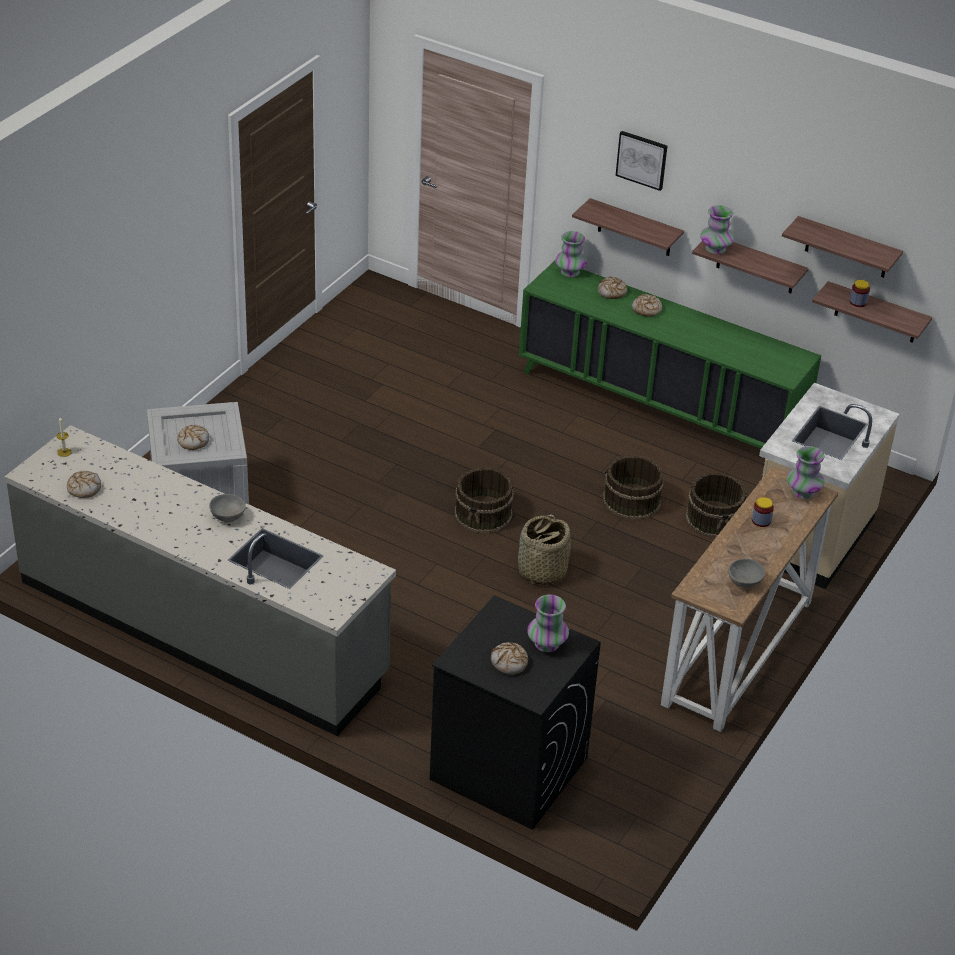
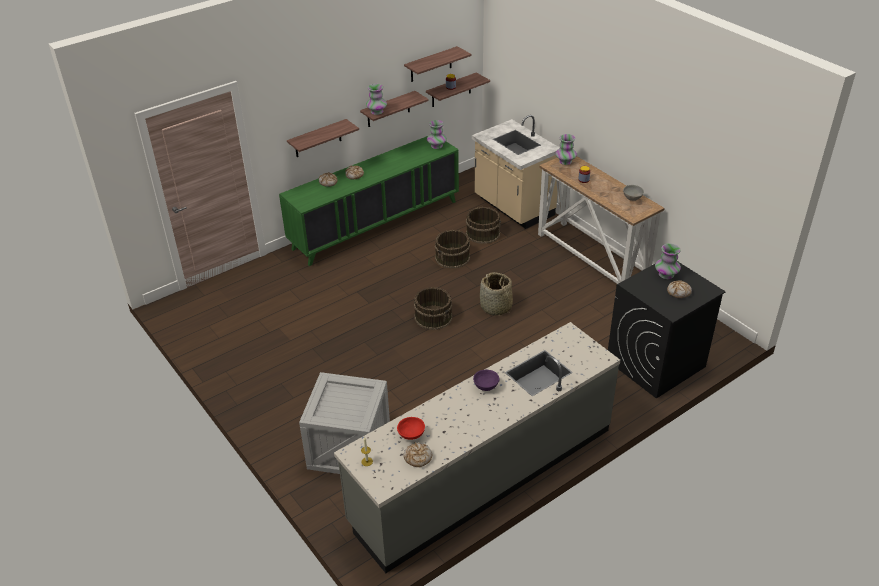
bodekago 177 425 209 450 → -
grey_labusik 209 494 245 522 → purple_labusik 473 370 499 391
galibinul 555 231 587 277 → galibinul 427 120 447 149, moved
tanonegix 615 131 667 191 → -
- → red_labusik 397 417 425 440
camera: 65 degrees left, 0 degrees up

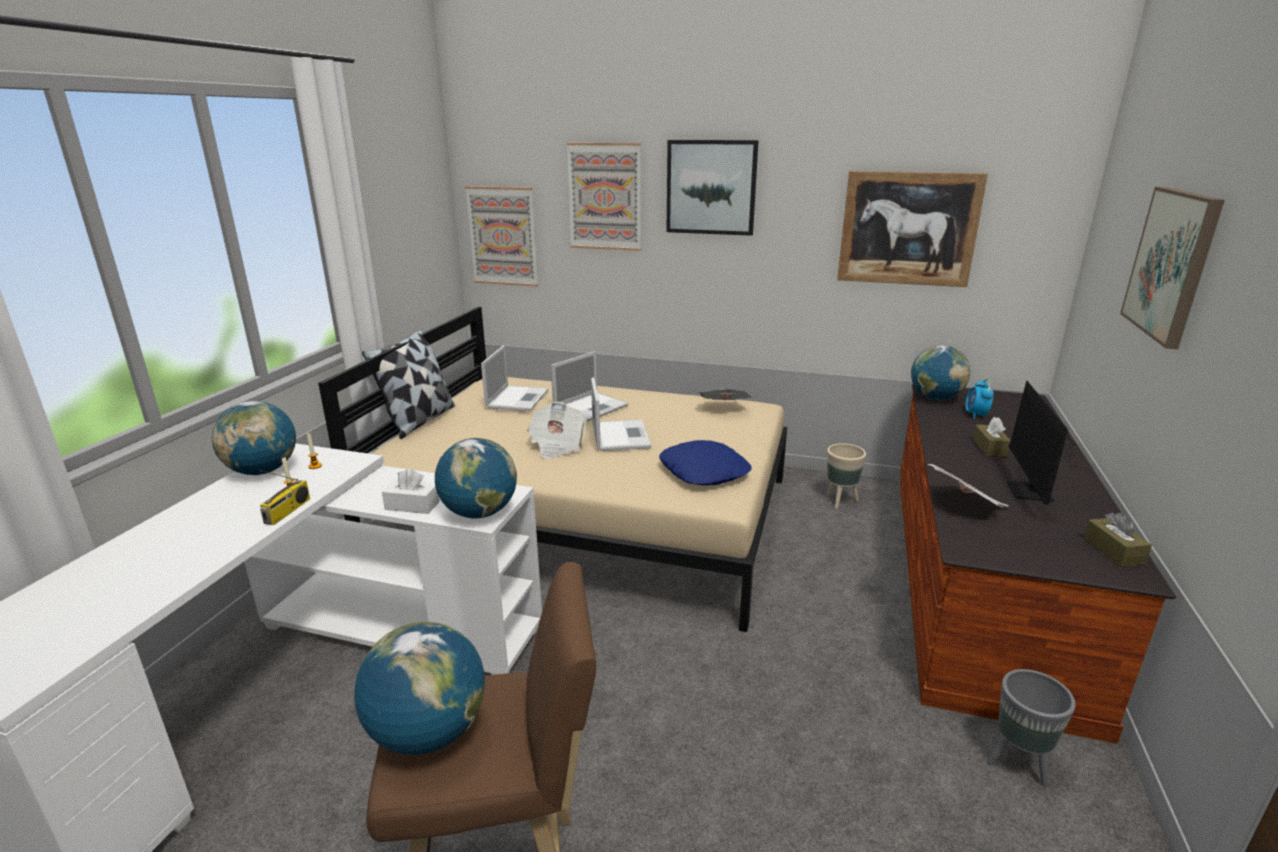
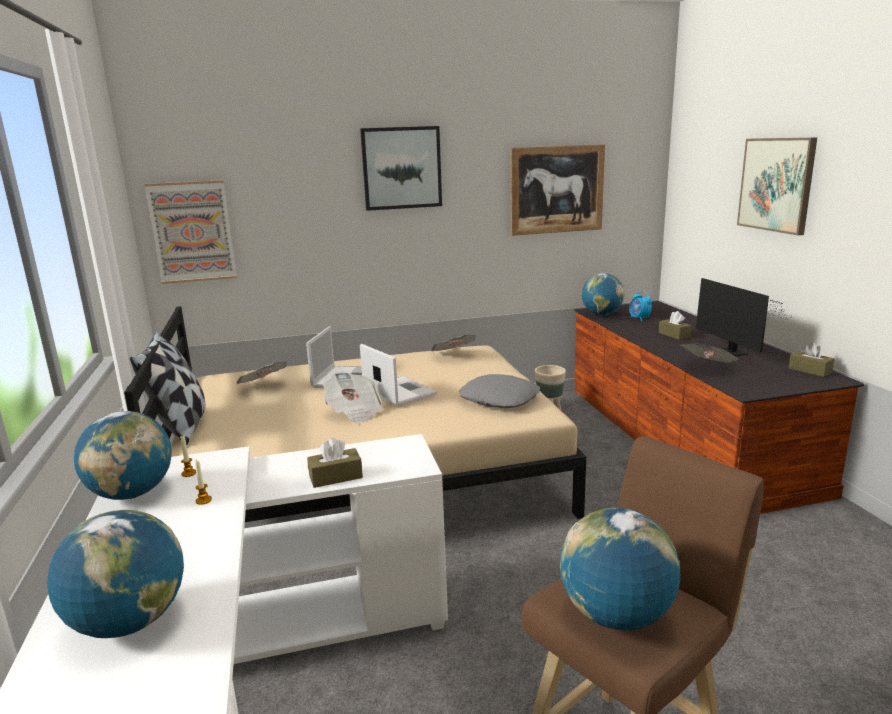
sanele 260 470 310 525 → -
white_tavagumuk 382 469 440 514 → brown_tavagumuk 307 438 363 488
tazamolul 435 438 517 518 → tazamolul 47 510 184 638, moved
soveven 481 345 549 411 → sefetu 237 361 287 384
tanonegix 566 143 641 251 → -
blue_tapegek 659 440 752 486 → grey_tapegek 459 374 540 408
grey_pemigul 987 669 1076 787 → -
camera: 30 degrees left, 5 degrees down

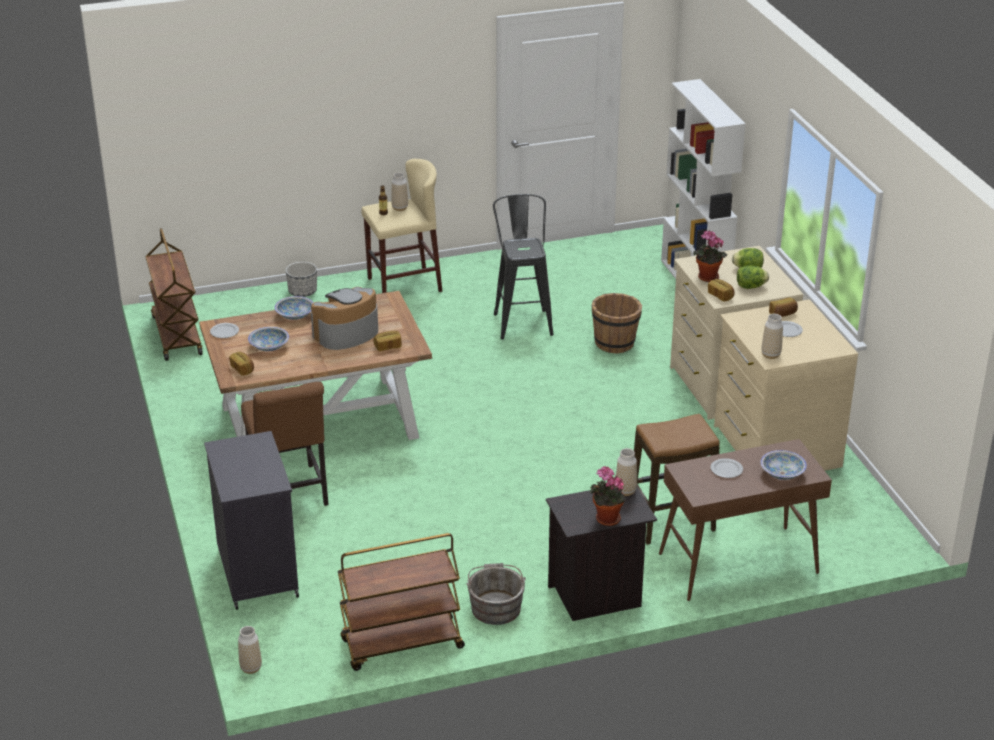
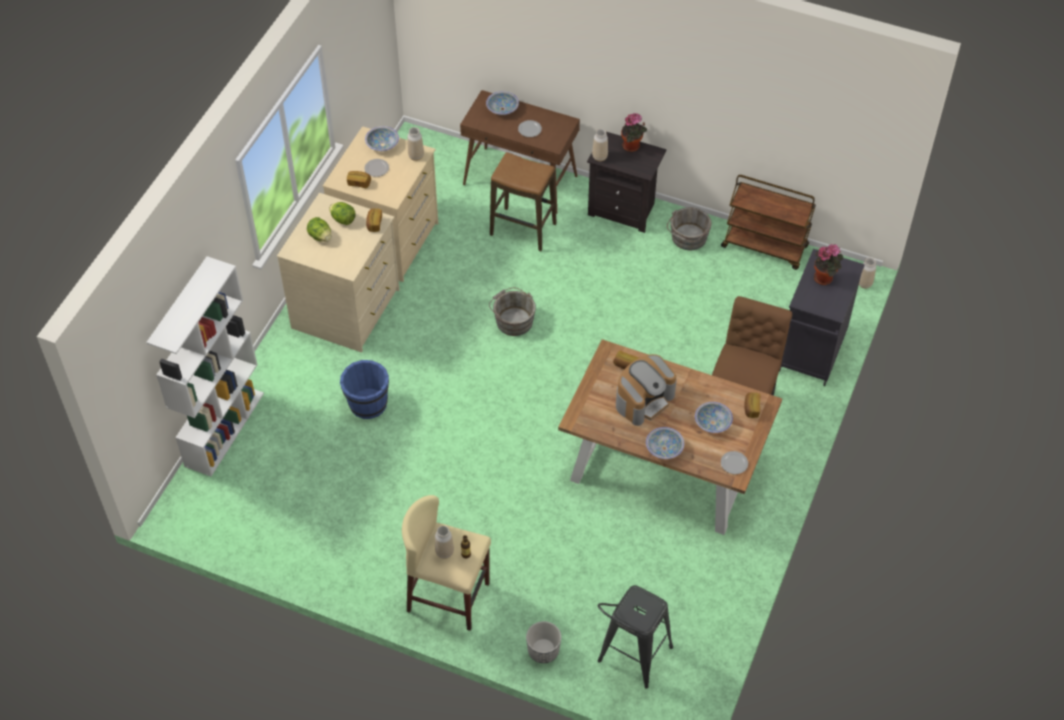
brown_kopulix 145 228 203 361 → -
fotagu 311 287 378 350 → fotagu 616 354 677 426, 45 degrees counterclockwise
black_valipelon 493 194 554 339 → black_valipelon 598 585 673 689, moved
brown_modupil 592 293 642 354 → blue_modupil 340 360 389 419
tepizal 693 230 728 282 → tepizal 814 244 844 285, moved
- → labusik 365 126 399 151
- → grey_modupil 489 288 536 336
camera: 140 degrees left, 20 degrees up

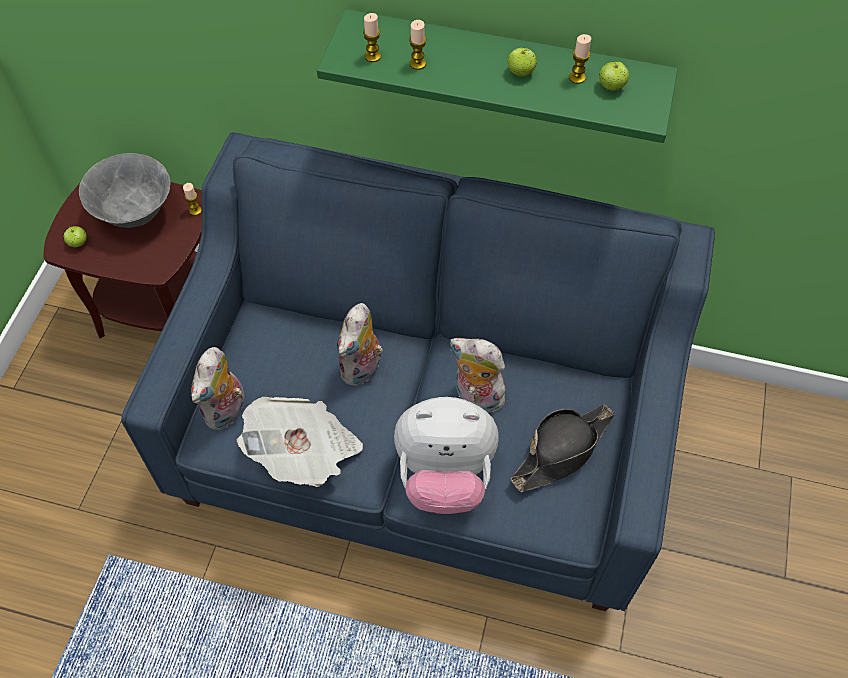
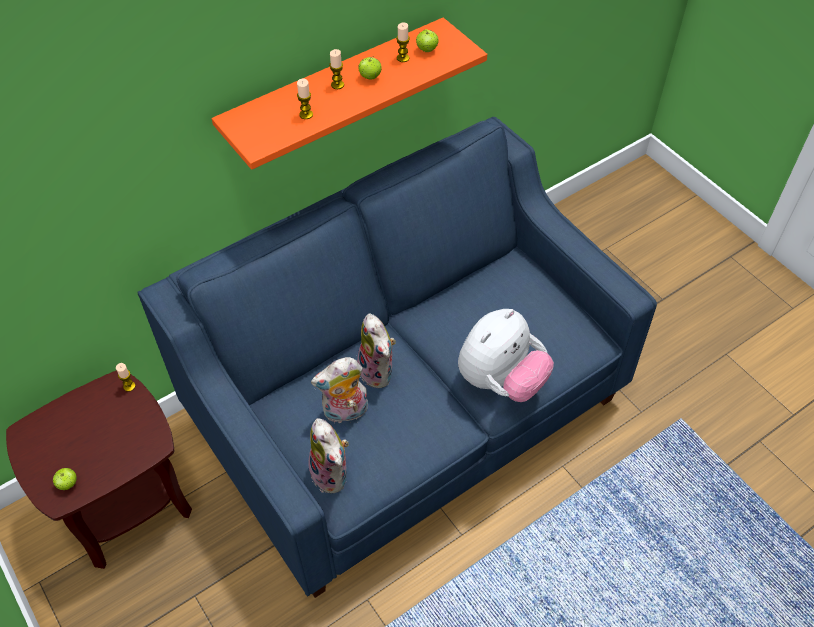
grey_labusik 79 153 170 228 → -
sefetu 237 397 363 487 → -
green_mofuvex 317 9 678 143 → orange_mofuvex 212 18 487 170
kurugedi 363 13 381 62 → kurugedi 329 49 344 89, moved
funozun 450 338 508 413 → funozun 311 357 368 423, moved
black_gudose 511 404 615 492 → -
camera: 50 degrees left, 5 degrees down

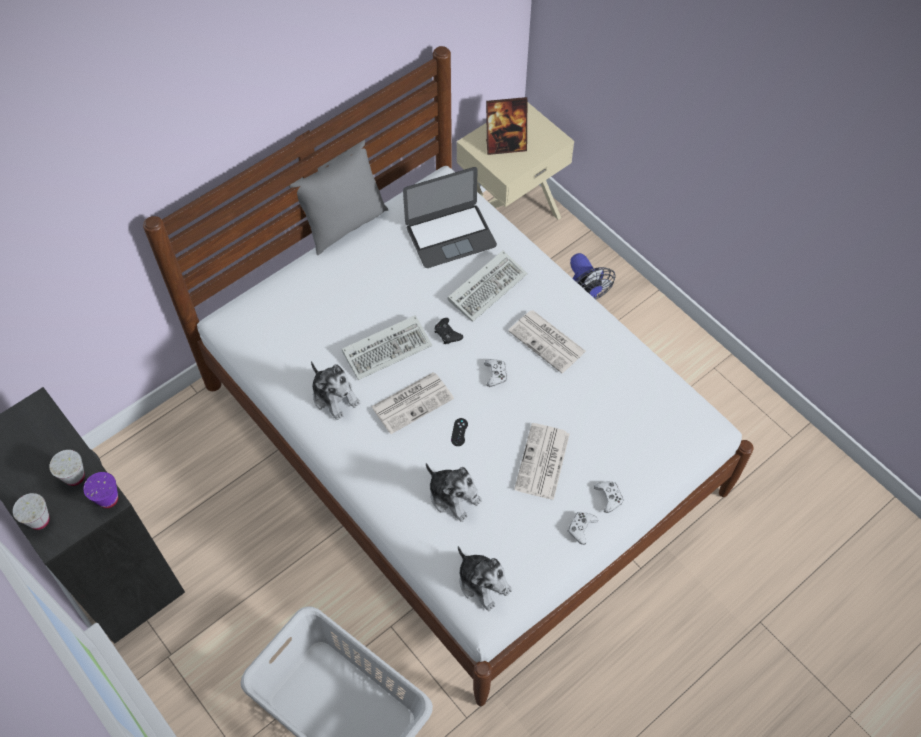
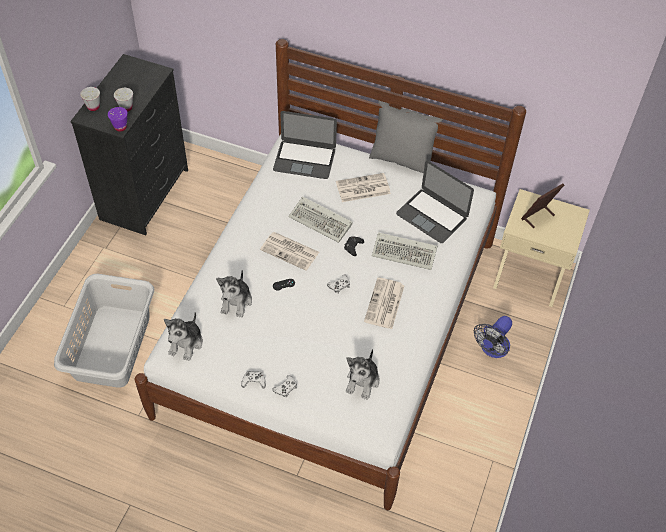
funozun 311 361 360 420 → funozun 346 349 380 400, moved
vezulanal 486 97 527 155 → vezulanal 521 184 564 228, 90 degrees clockwise
sefetu 514 423 570 500 → sefetu 336 173 391 202, moved
- → soveven 273 111 337 179
camera: 60 degrees right, 5 degrees down

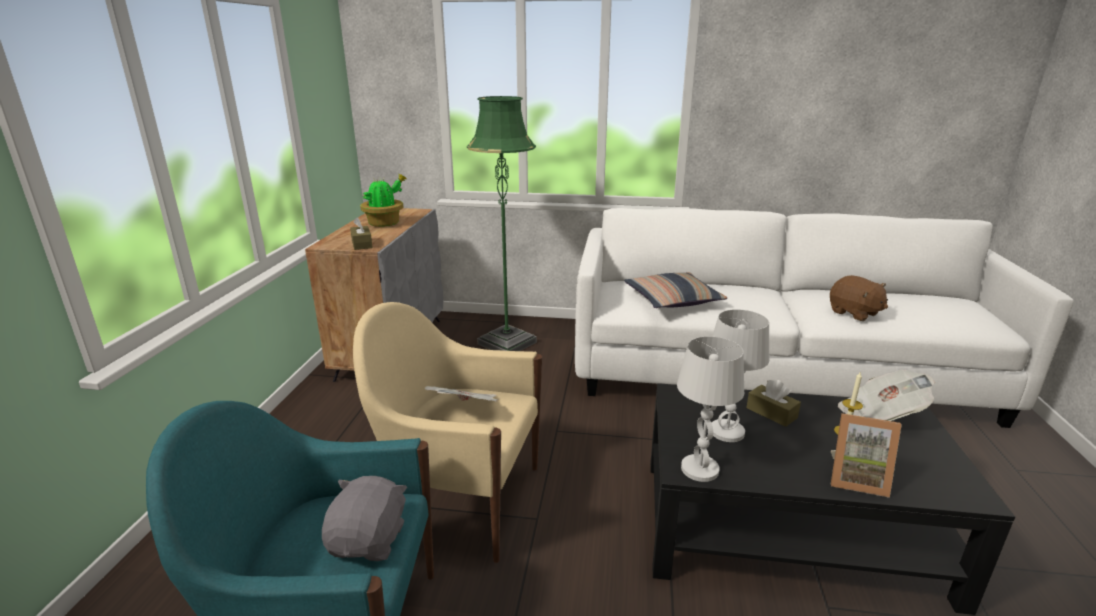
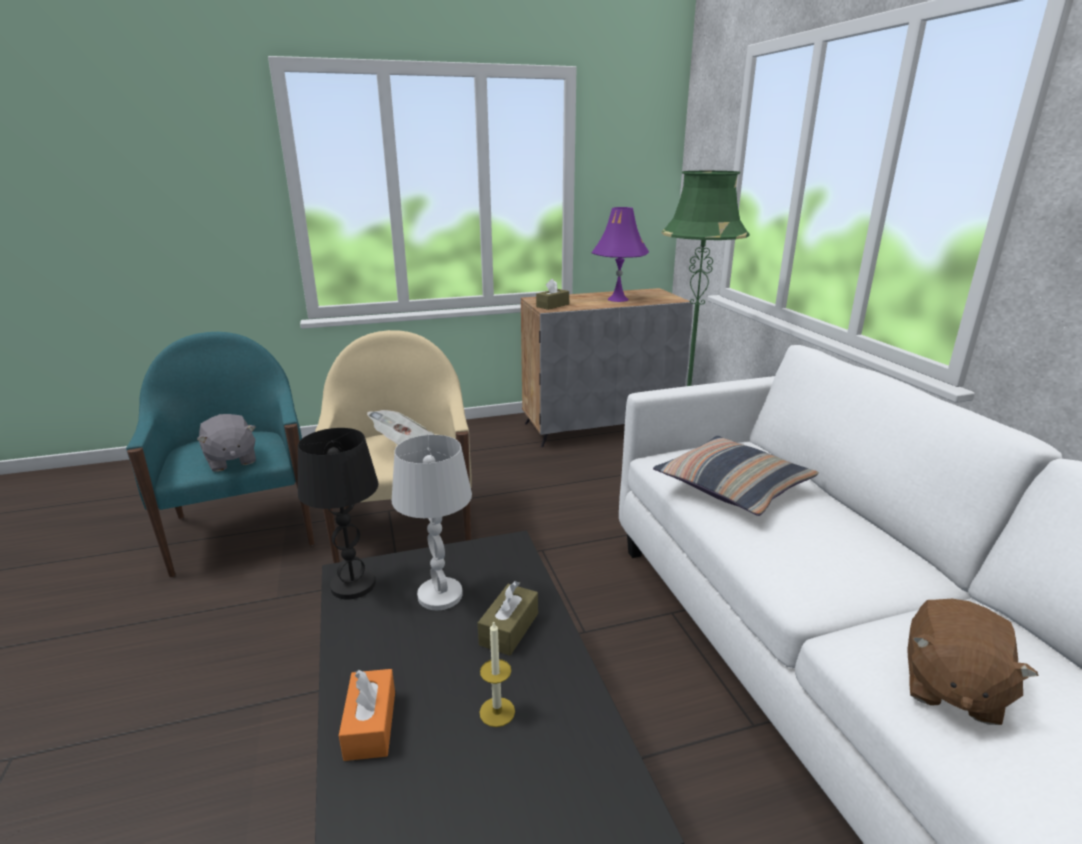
grey_funozun 322 476 407 561 → grey_funozun 197 414 256 472, 75 degrees clockwise
tepizal 360 174 407 227 → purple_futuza 591 207 649 302
white_futuza 677 336 744 482 → black_futuza 298 428 378 599
vezulanal 831 413 902 498 → orange_tavagumuk 339 669 395 761
sefetu 838 370 935 421 → -
camera: 65 degrees right, 0 degrees up

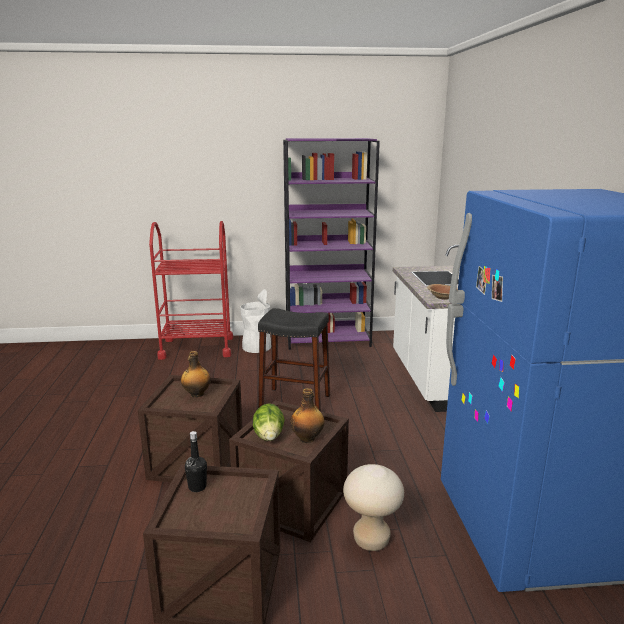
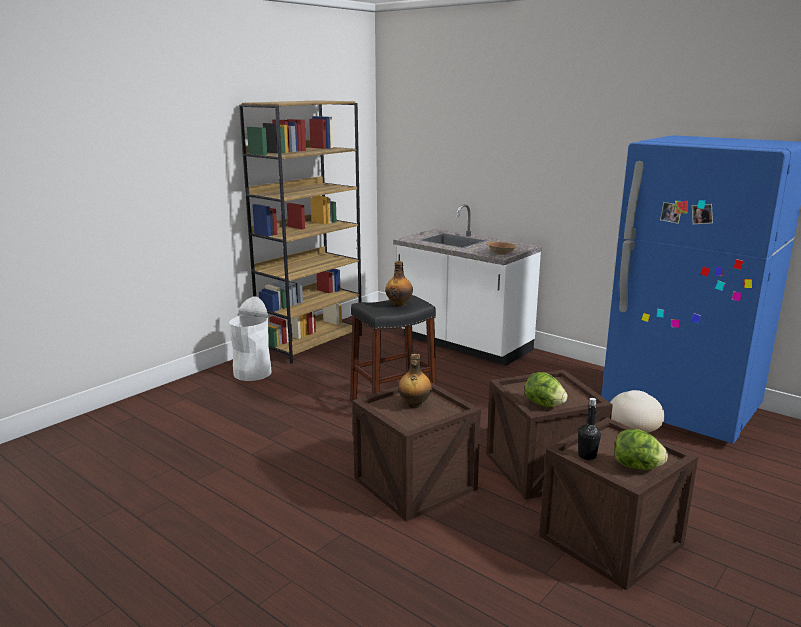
red_kopulix 149 221 233 360 → -
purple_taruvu 283 138 380 350 → brown_taruvu 239 100 362 364
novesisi 290 388 325 443 → novesisi 385 261 413 307, moved
- → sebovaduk 614 429 668 470
camera: 45 degrees left, 0 degrees up

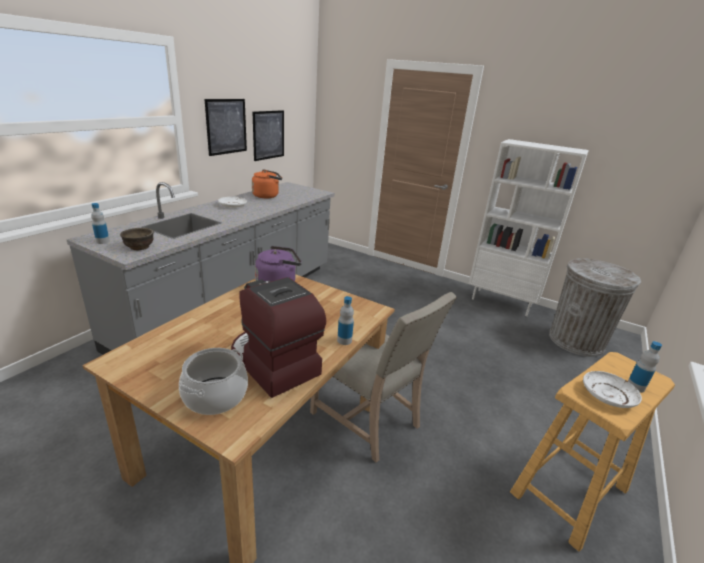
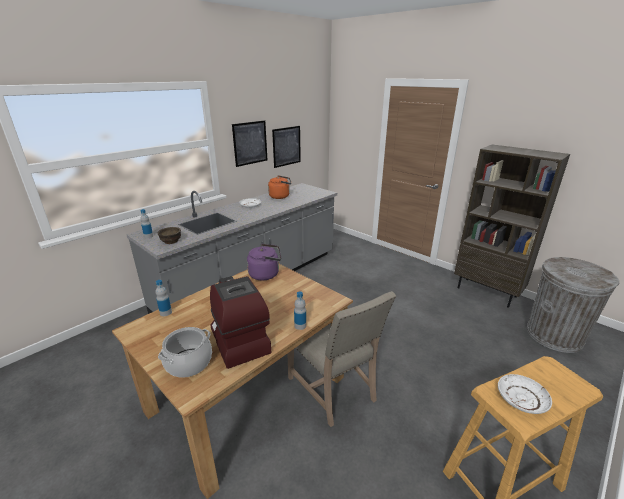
white_taruvu 469 139 589 316 → brown_taruvu 454 145 570 308
novesisi 628 341 662 393 → novesisi 156 280 172 316, moved
camera: 15 degrees right, 0 degrees up

